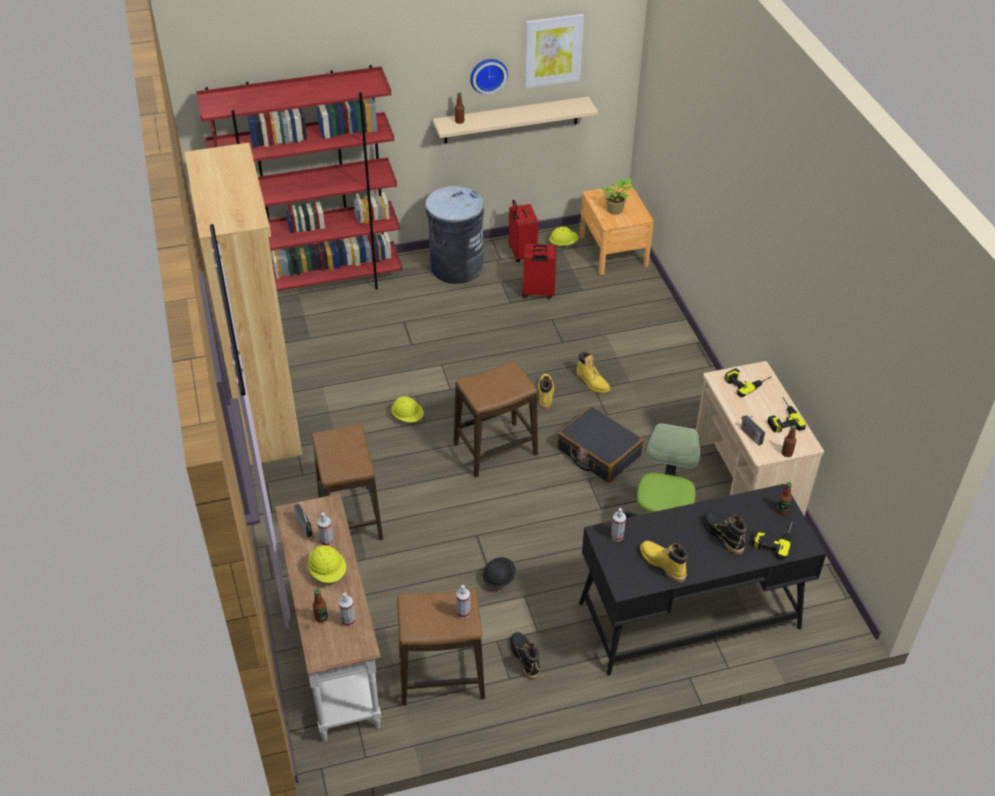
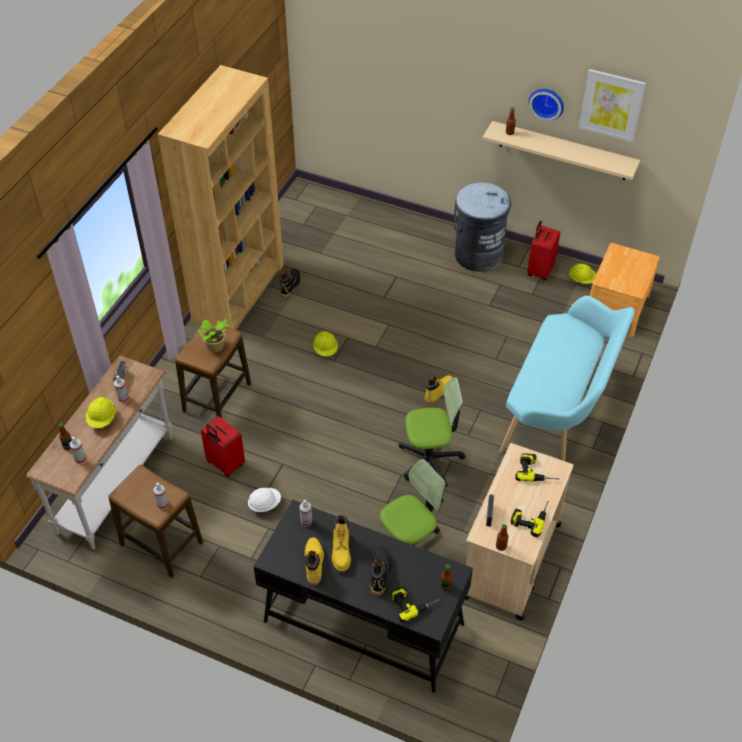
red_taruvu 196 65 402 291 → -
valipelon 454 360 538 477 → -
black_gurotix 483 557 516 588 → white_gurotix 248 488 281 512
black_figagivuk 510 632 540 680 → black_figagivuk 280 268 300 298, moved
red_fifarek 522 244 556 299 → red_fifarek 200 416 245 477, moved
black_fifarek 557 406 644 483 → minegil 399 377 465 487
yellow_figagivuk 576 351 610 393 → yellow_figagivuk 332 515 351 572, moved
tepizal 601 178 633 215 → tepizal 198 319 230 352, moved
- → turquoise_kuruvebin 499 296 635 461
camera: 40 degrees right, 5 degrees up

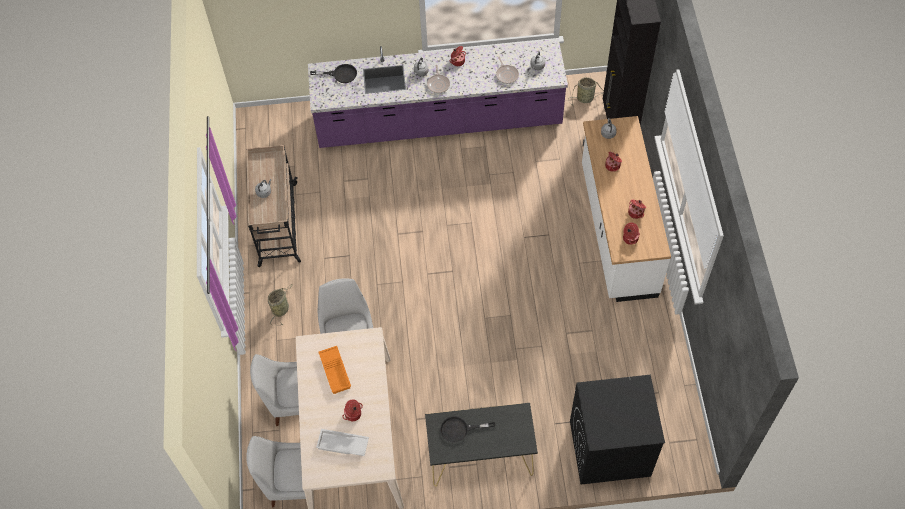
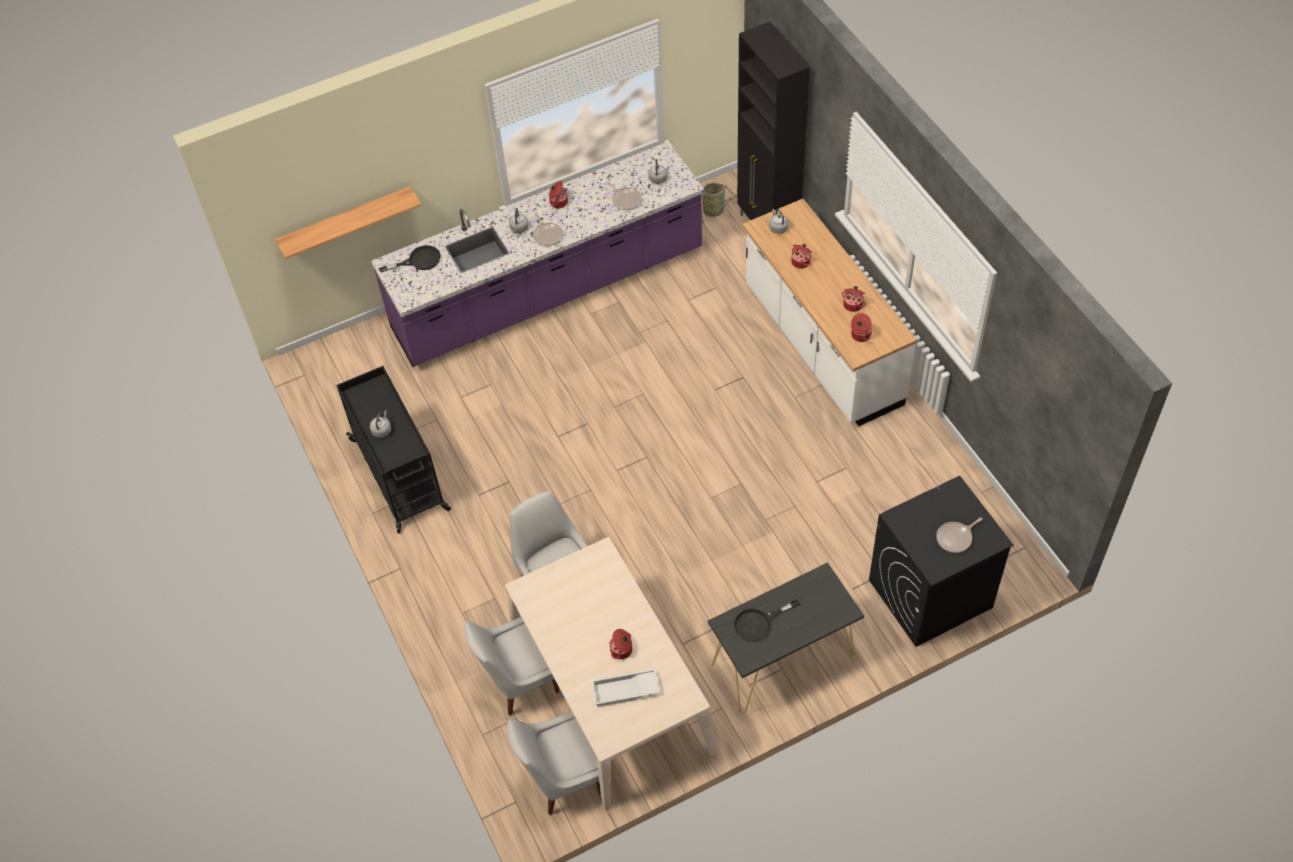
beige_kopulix 246 145 301 267 → black_kopulix 336 366 451 533
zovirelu 268 284 293 326 → -
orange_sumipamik 318 346 351 394 → -
- → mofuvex 275 186 422 259
- → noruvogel 936 518 982 553
camera: 20 degrees left, 5 degrees down

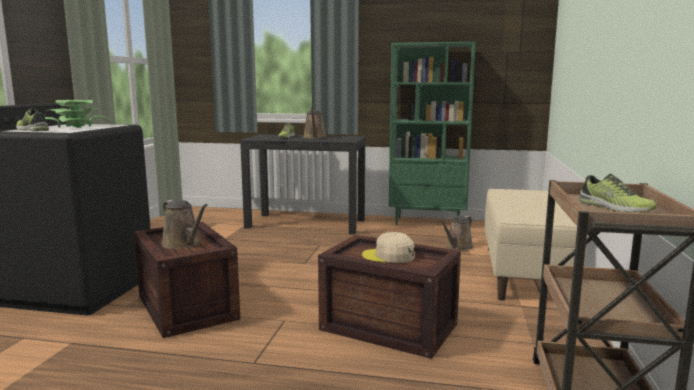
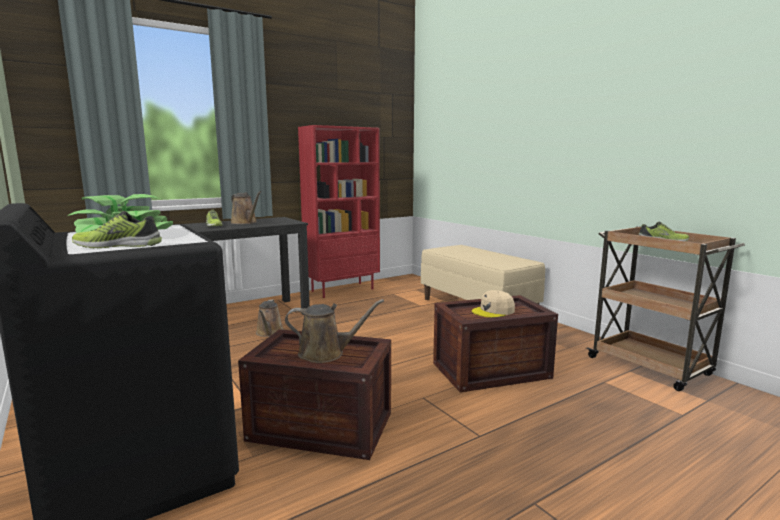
green_taruvu 389 42 476 225 → red_taruvu 298 125 380 298
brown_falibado 439 216 473 250 → brown_falibado 256 299 284 337, moved
camera: 45 degrees left, 0 degrees up

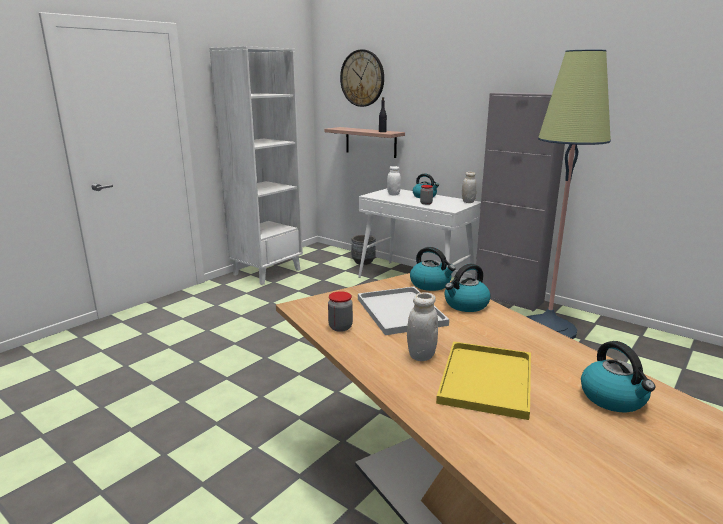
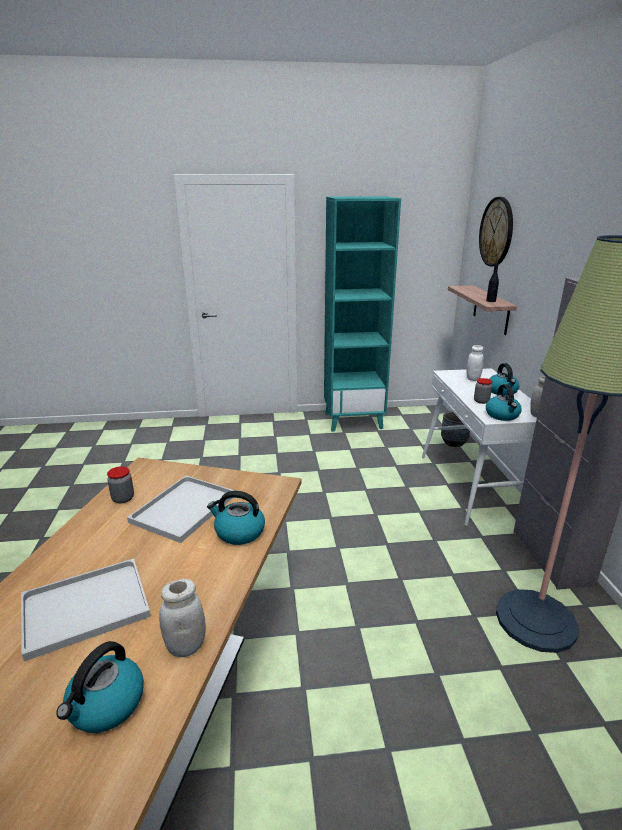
white_taruvu 210 46 303 285 → turquoise_taruvu 324 196 401 431
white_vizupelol 407 292 438 361 → white_vizupelol 159 579 206 657, moved
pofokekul 410 247 456 291 → pofokekul 486 384 522 421, moved
yellow_sumipamik 436 341 531 420 → white_sumipamik 21 558 151 661
camera: 45 degrees right, 5 degrees up

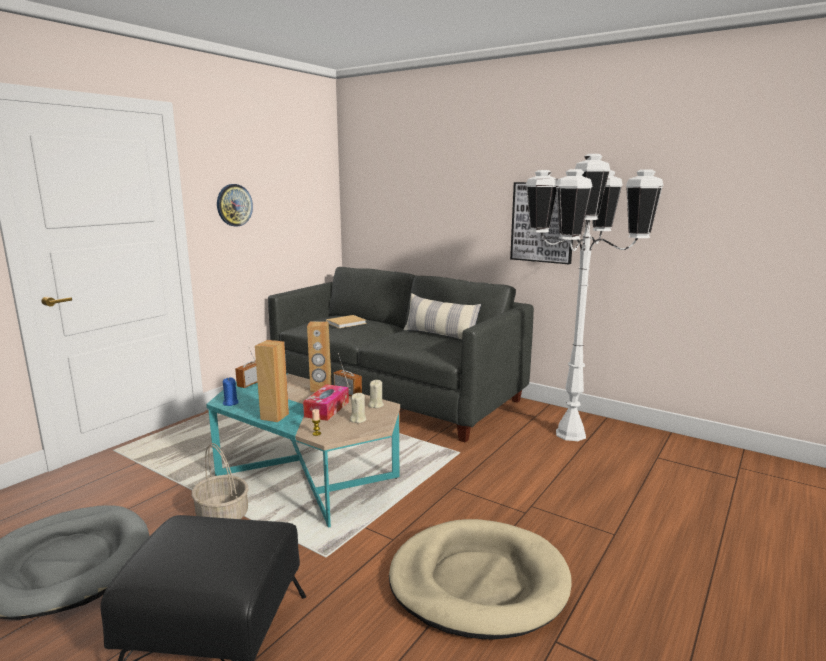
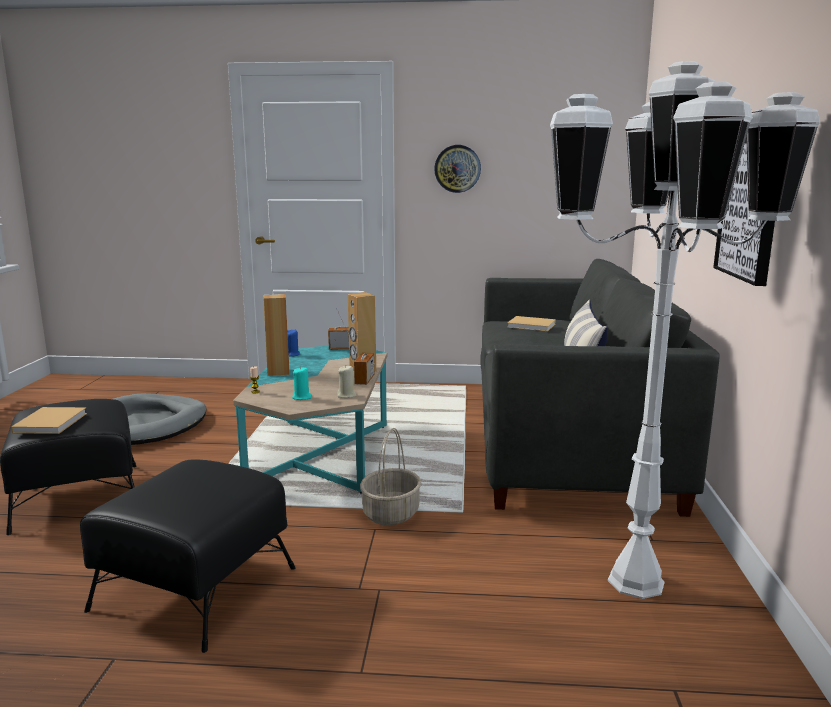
zovirelu 192 443 249 519 → zovirelu 360 428 421 525, moved
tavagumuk 303 384 349 421 → -
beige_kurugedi 349 393 367 423 → turquoise_kurugedi 292 367 312 400
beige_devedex 389 519 571 639 → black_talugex 80 459 295 653
- → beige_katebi 11 407 87 434
camera: 60 degrees right, 0 degrees up

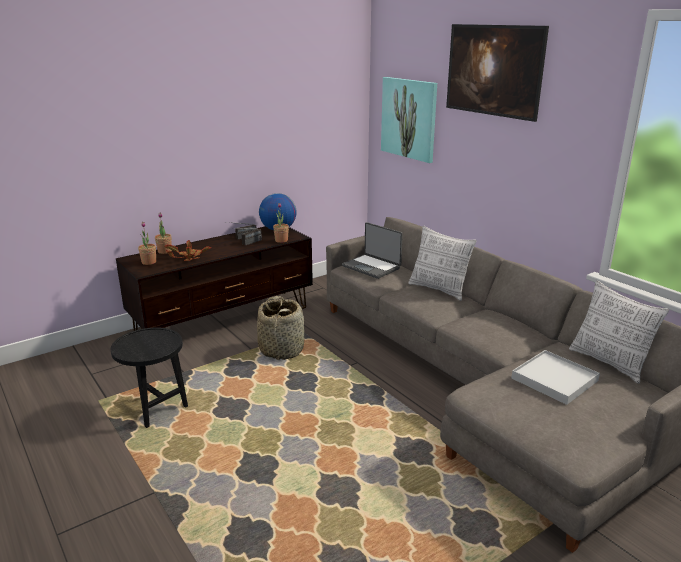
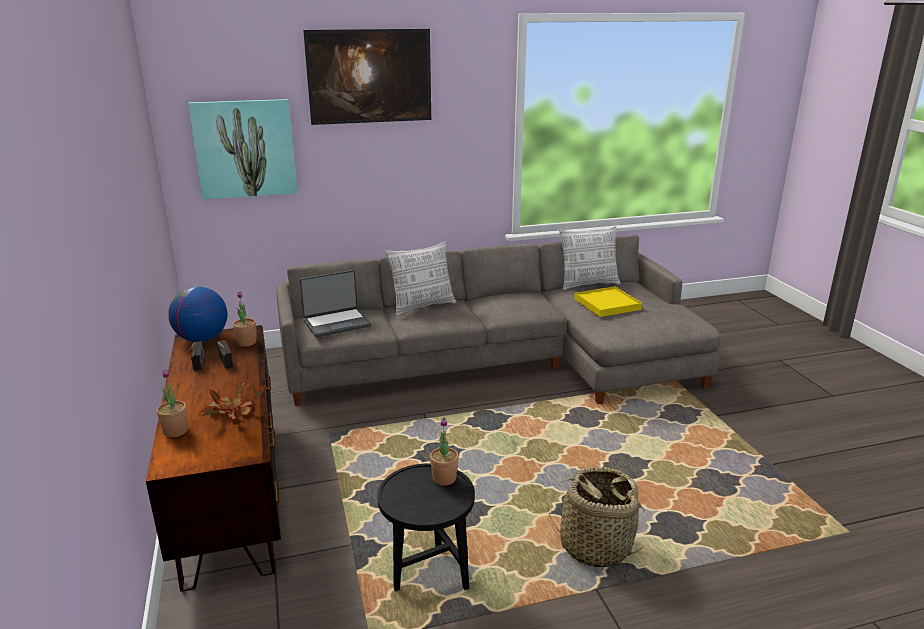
tepizal 138 222 156 265 → tepizal 430 417 459 486, moved
zovirelu 257 296 304 360 → zovirelu 548 467 644 568, moved
white_sumipamik 512 350 600 405 → yellow_sumipamik 575 286 642 317
camera: 70 degrees left, 0 degrees up

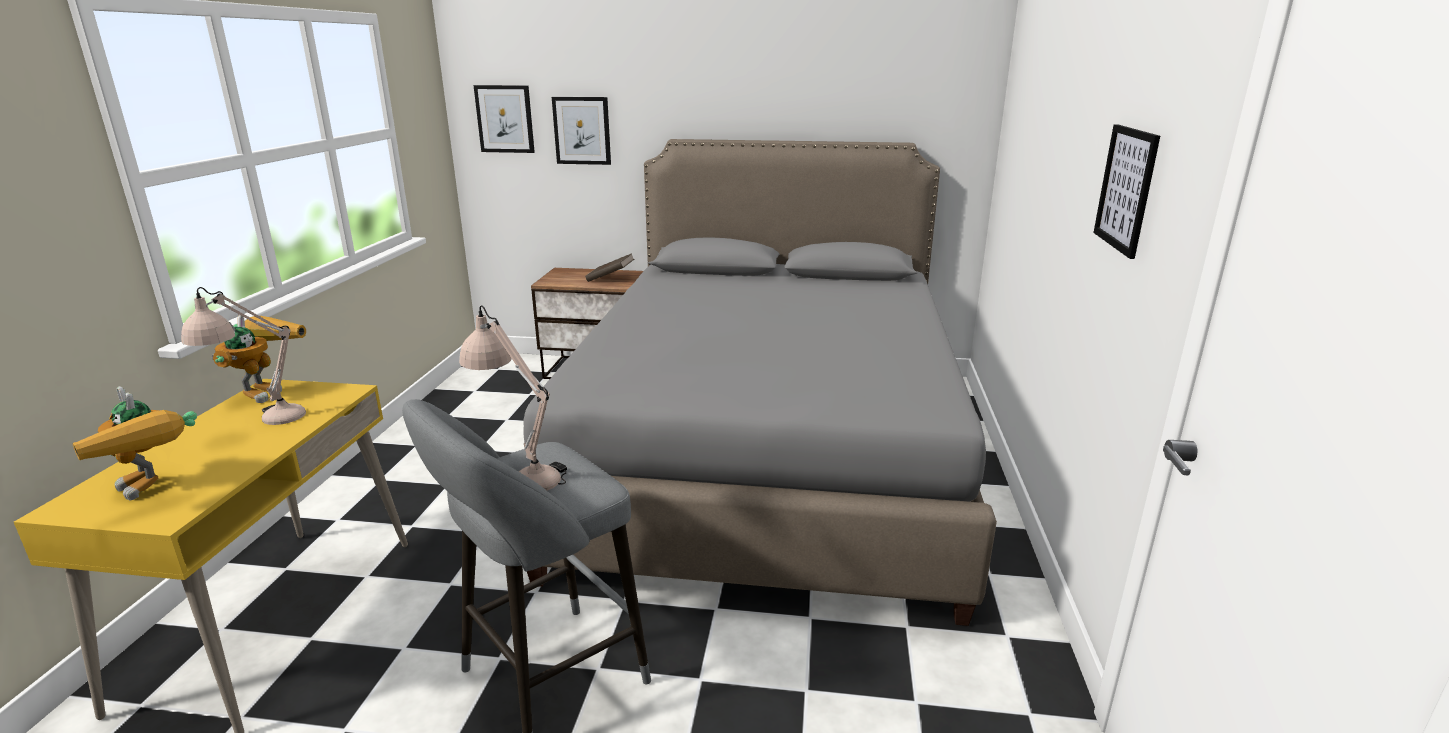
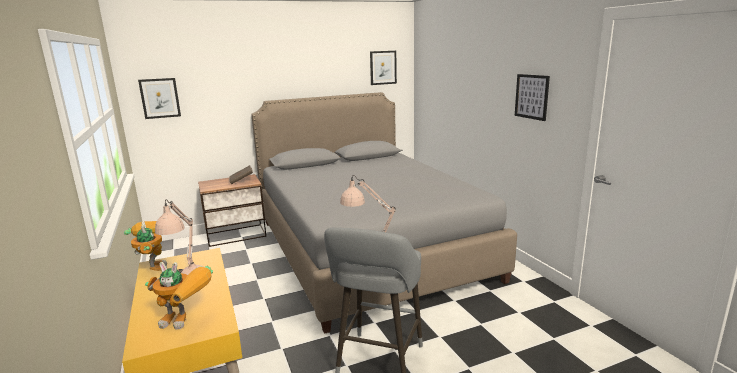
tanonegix 552 97 611 165 → tanonegix 370 51 397 85, moved
camera: 30 degrees left, 5 degrees down

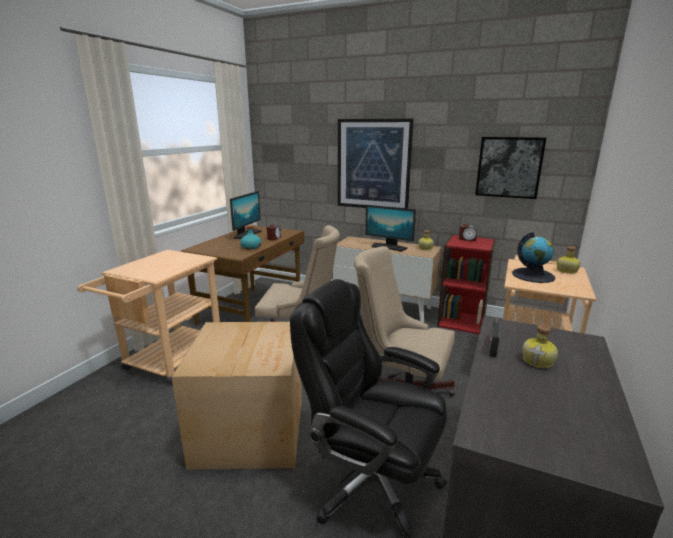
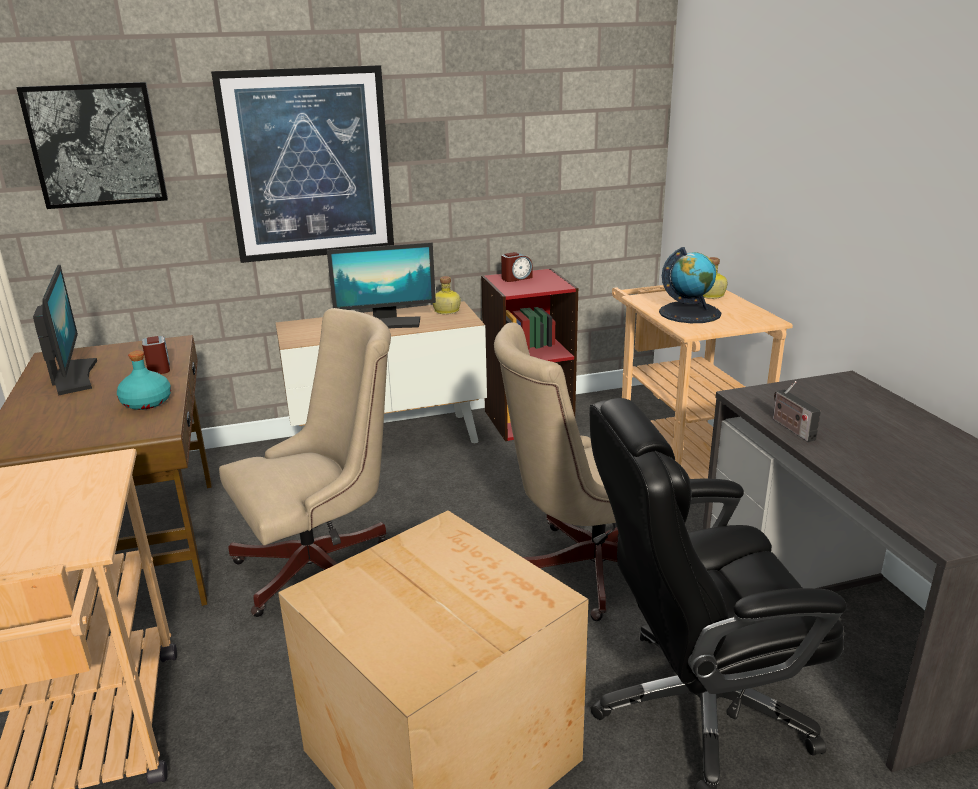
tanonegix 475 137 546 199 → tanonegix 16 82 168 209, moved
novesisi 522 325 558 368 → -
camera: 40 degrees left, 5 degrees up

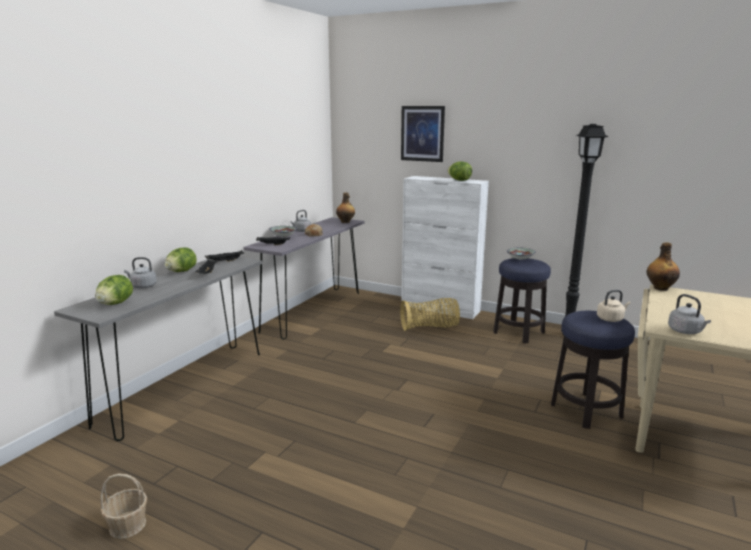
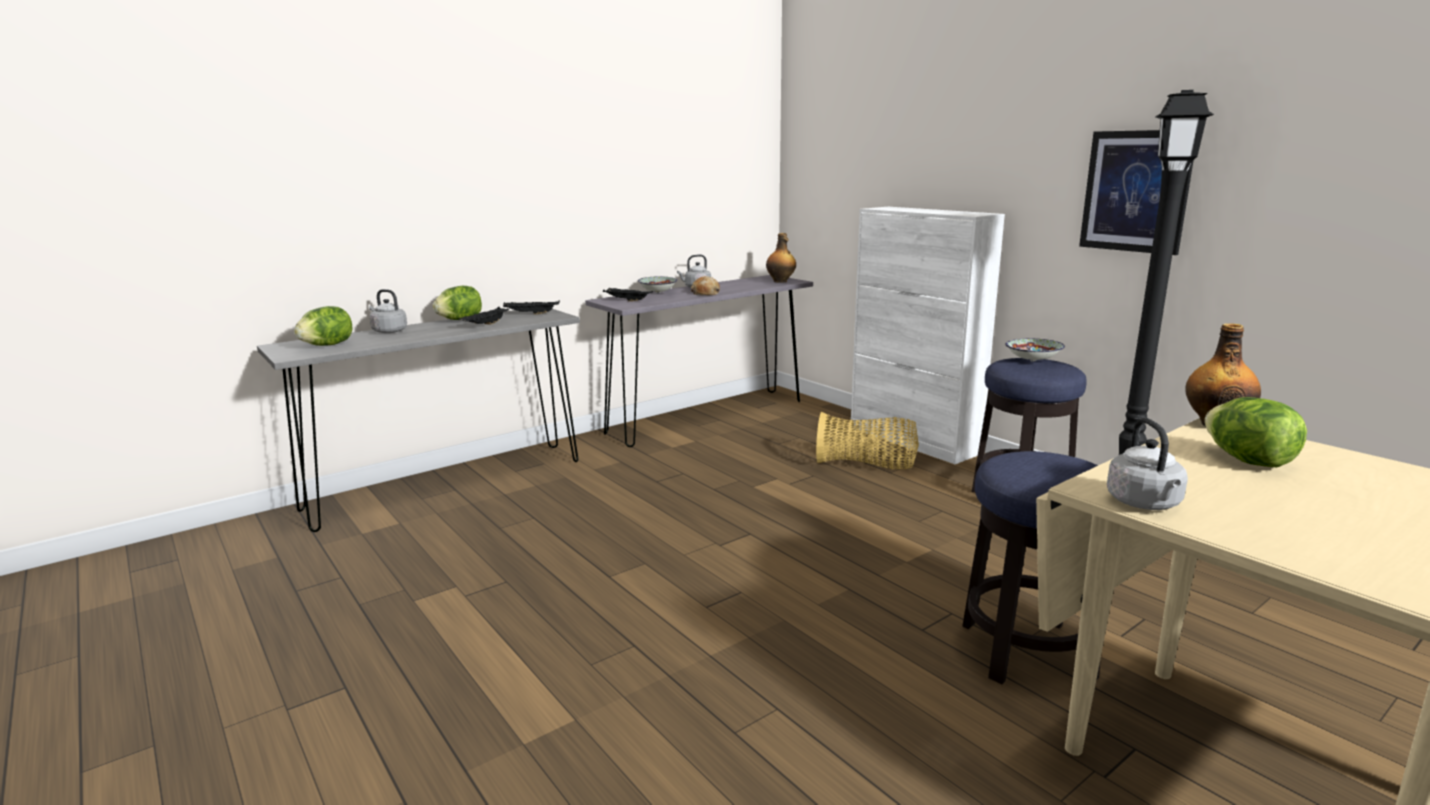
zovirelu 101 474 147 539 → -
tanonegix 401 106 445 162 → tanonegix 1079 130 1194 255, moved
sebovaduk 448 162 472 181 → sebovaduk 1205 397 1307 467, moved
beige_pofokekul 597 290 631 322 → -
camera: 25 degrees right, 0 degrees up

